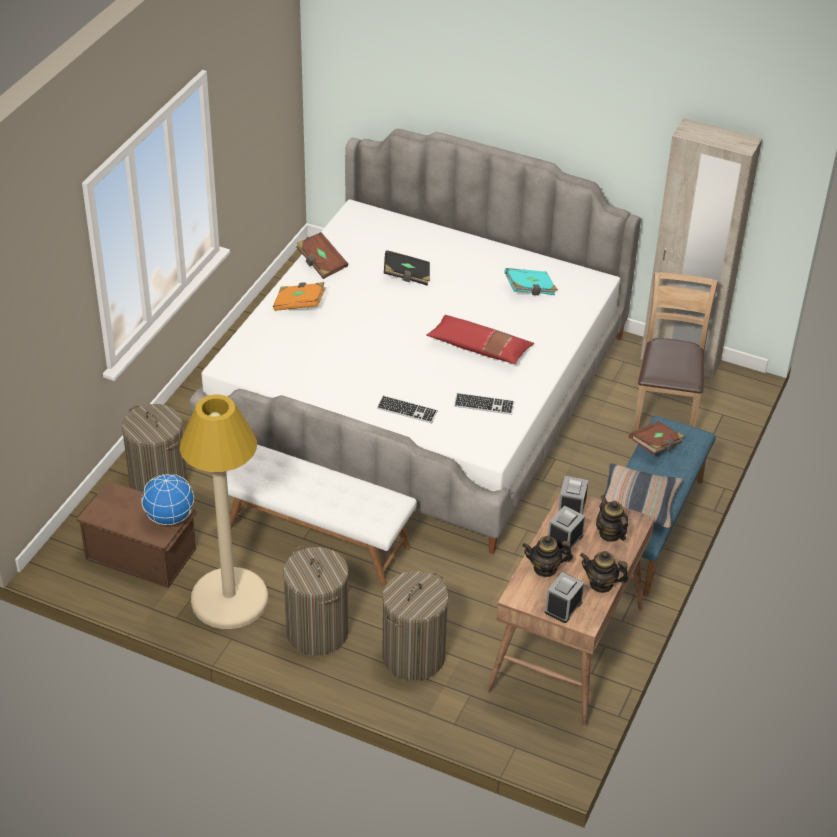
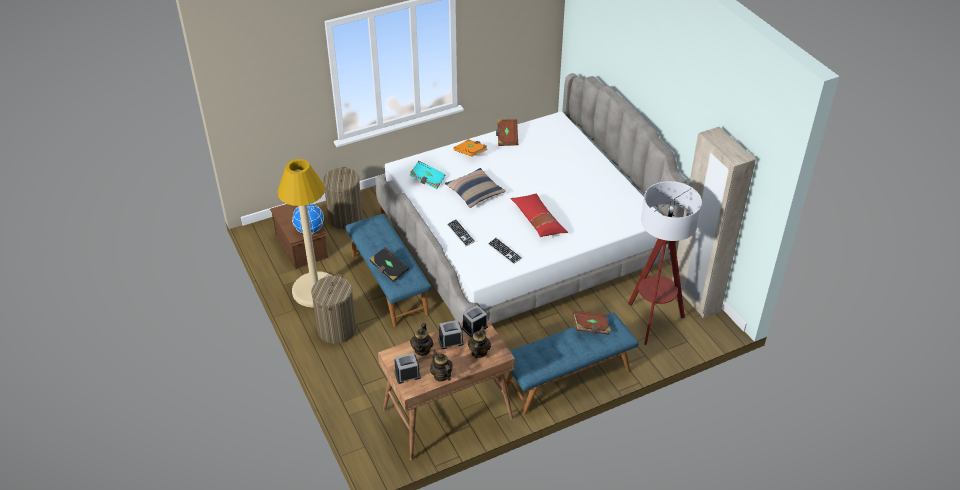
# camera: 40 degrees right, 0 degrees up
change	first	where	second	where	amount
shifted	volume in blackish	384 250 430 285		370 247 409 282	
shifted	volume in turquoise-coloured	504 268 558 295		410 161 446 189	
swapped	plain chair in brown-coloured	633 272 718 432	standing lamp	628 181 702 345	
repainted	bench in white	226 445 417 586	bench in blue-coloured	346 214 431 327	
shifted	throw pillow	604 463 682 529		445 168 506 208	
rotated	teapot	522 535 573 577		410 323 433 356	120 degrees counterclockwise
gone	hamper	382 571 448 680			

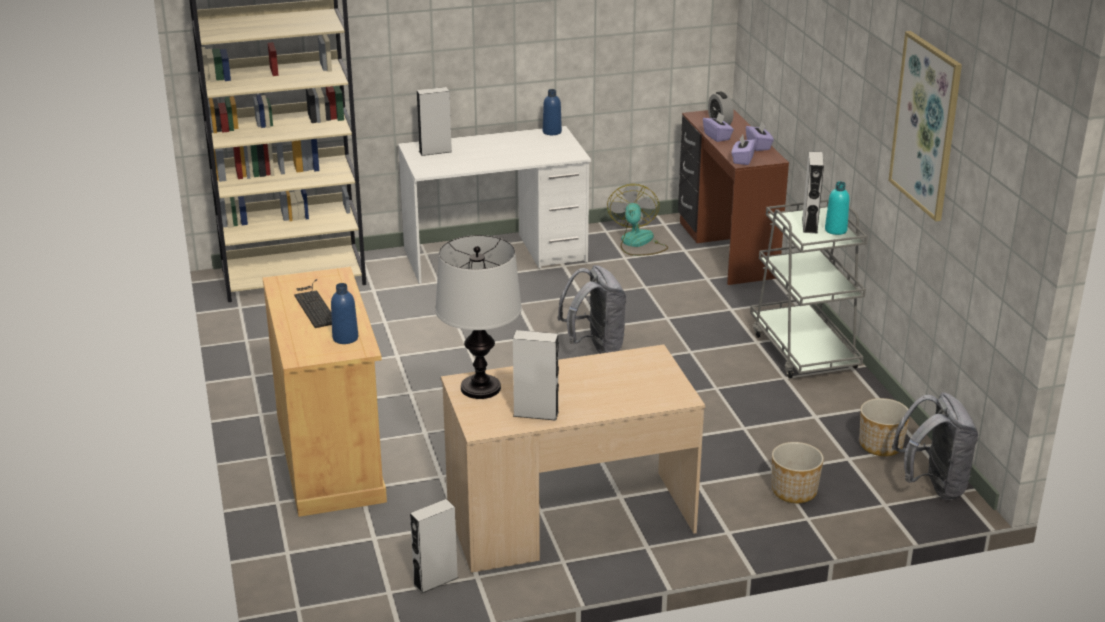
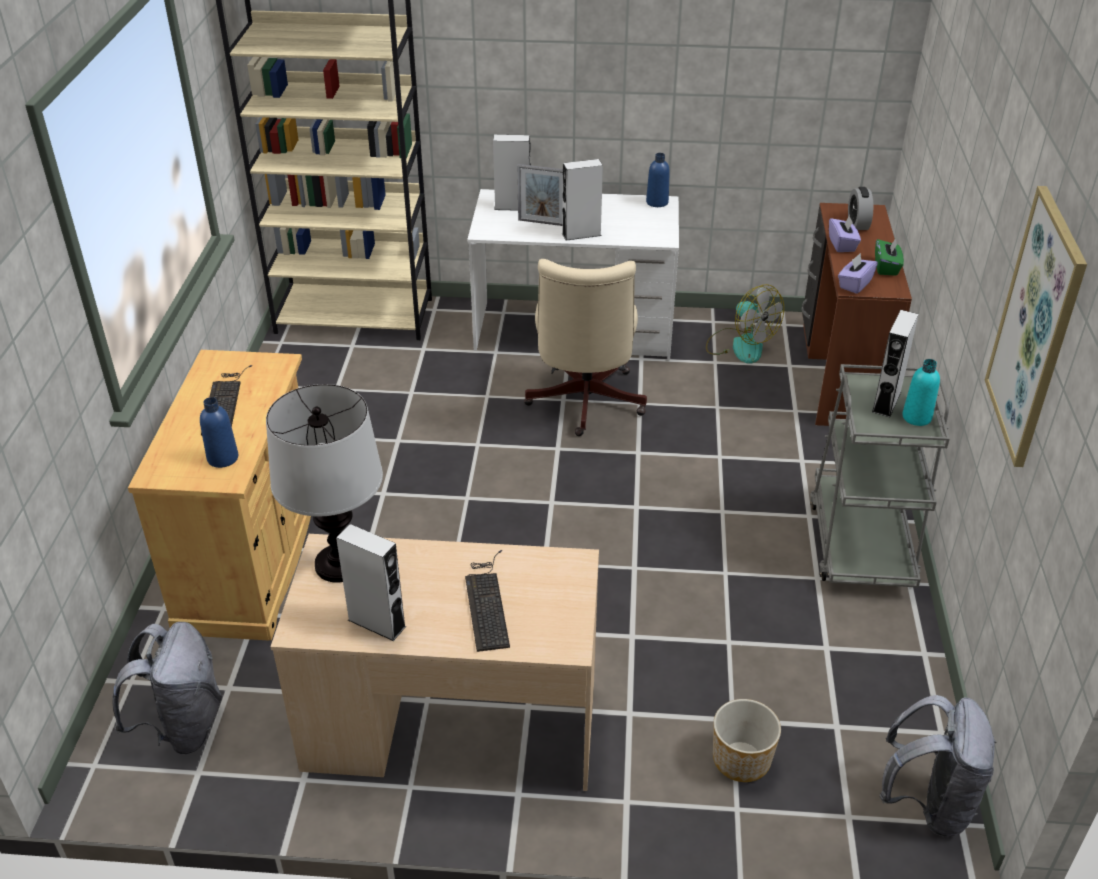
# camera: 20 degrees right, 10 degrees up
change	first	where	second	where	amount
repainted	tissue box in purple-coloured	746 122 774 151	tissue box in green-coloured	875 238 904 276	
rotated	electric fan	607 184 668 256		706 284 784 364	120 degrees clockwise
shifted	backpack in gray	557 265 627 354		113 622 222 755	
gone	flower pot	859 398 910 456			
shifted	audio speaker in gray	410 499 458 594		562 159 603 241	
new			photo frame	517 164 563 226	
new			desk chair in beige-coloured	524 259 647 436	
new			PC keyboard	465 550 510 652	

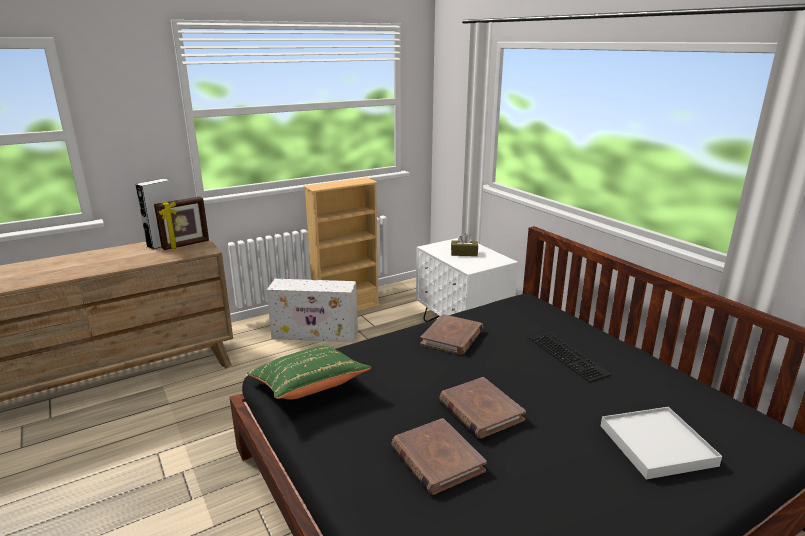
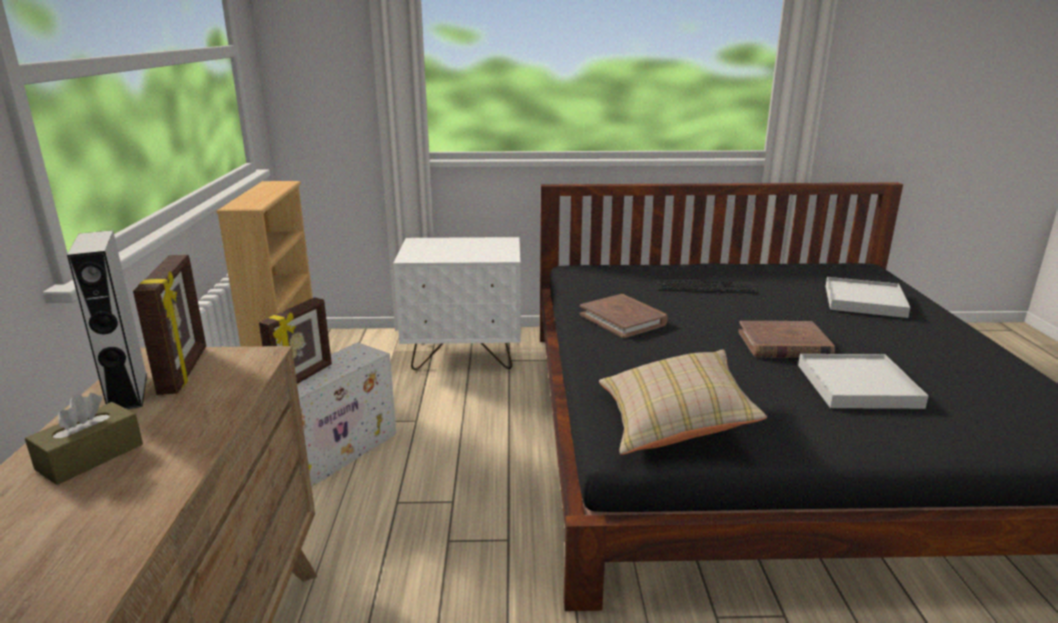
# camera: 60 degrees left, 0 degrees up
change	first	where	second	where	amount
shifted	tissue box in brown-coloured	451 233 478 256		25 393 143 485	
repainted	throw pillow in green-coloured	247 346 371 400	throw pillow in beige-coloured	599 349 767 455	
swapped	volume in brown-coloured	392 418 487 495	carrying tray in white	798 354 928 409	
new			photo frame	259 297 332 384	

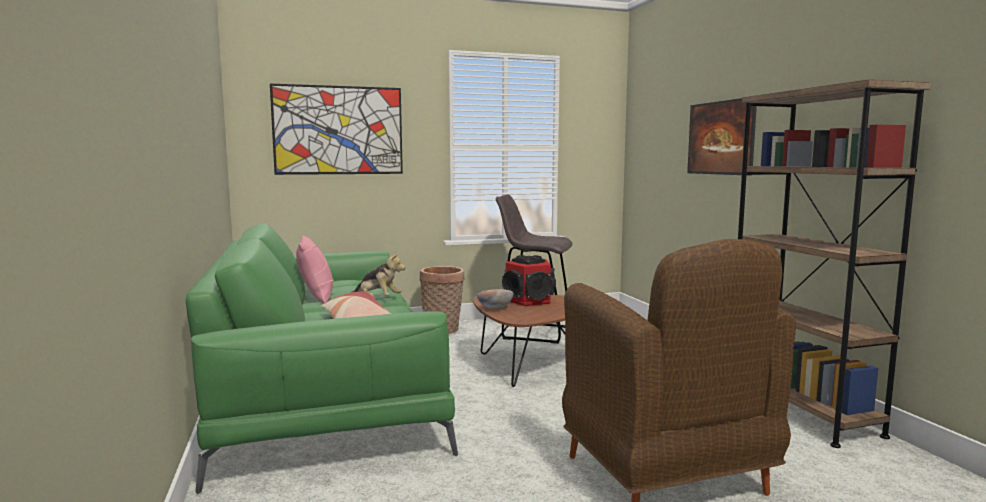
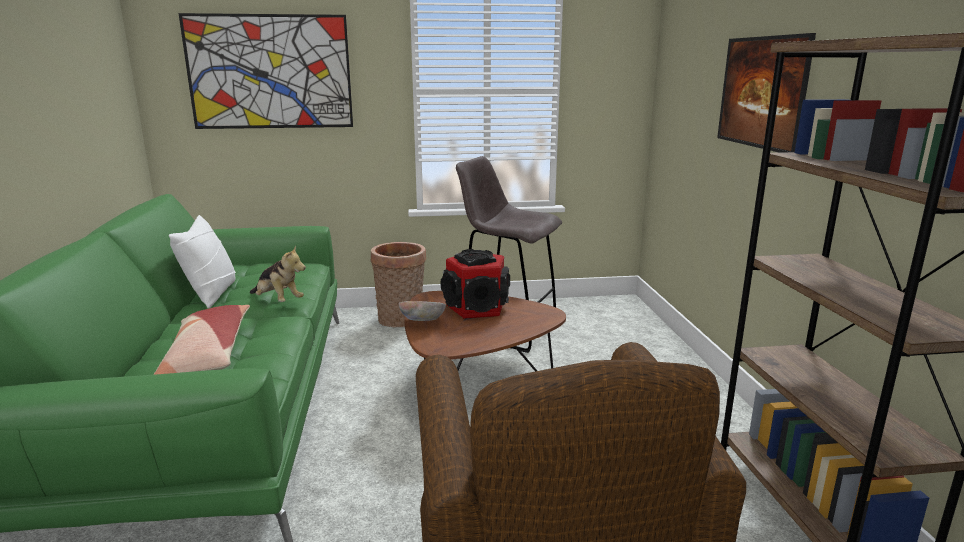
# camera: 10 degrees right, 10 degrees up
change	first	where	second	where	amount
repainted	throw pillow in pink	296 235 334 304	throw pillow in white	169 215 236 308	

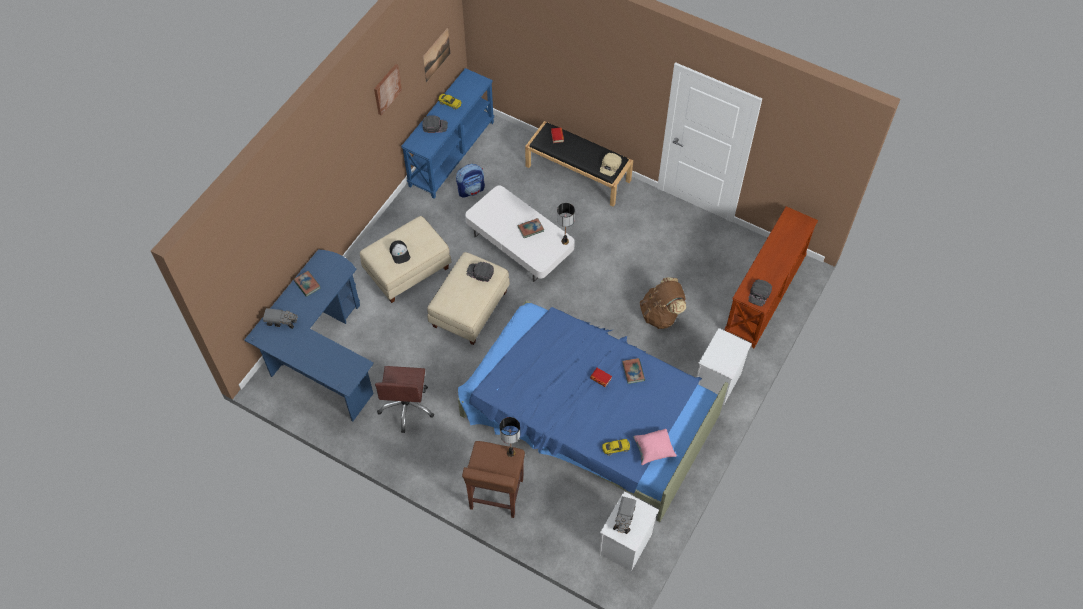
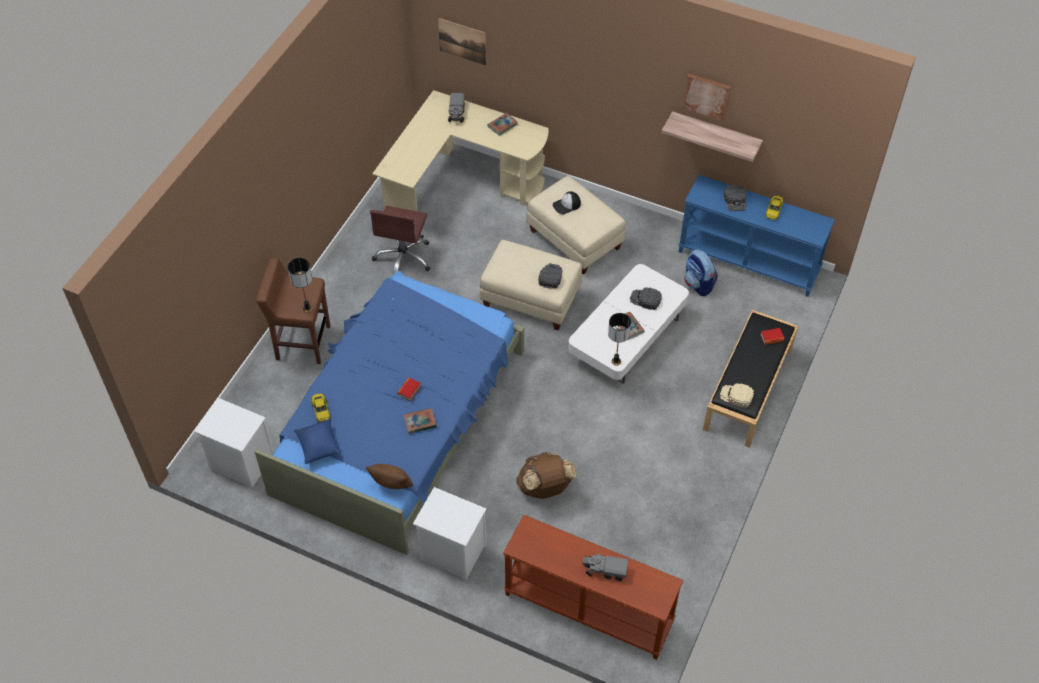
# camera: 85 degrees right, 5 degrees down
change	first	where	second	where	amount
shifted	picture	423 28 450 82		438 18 486 65	
repainted	desk table in blue-coloured	244 250 374 422	desk table in beige-coloured	372 90 548 212	
shifted	baseball cap in blackish	748 279 772 306		630 287 662 310	
rotated	desk chair in brown-coloured	375 366 434 433		370 206 431 274	75 degrees counterclockwise
repainted	throw pillow in pink	633 429 677 465	throw pillow in blue-coloured	294 419 340 464	
shifted	toy truck	613 497 636 534		582 554 628 581	
new			shelf	661 111 763 162	
new			throw pillow in brown-coloured	365 464 413 489	

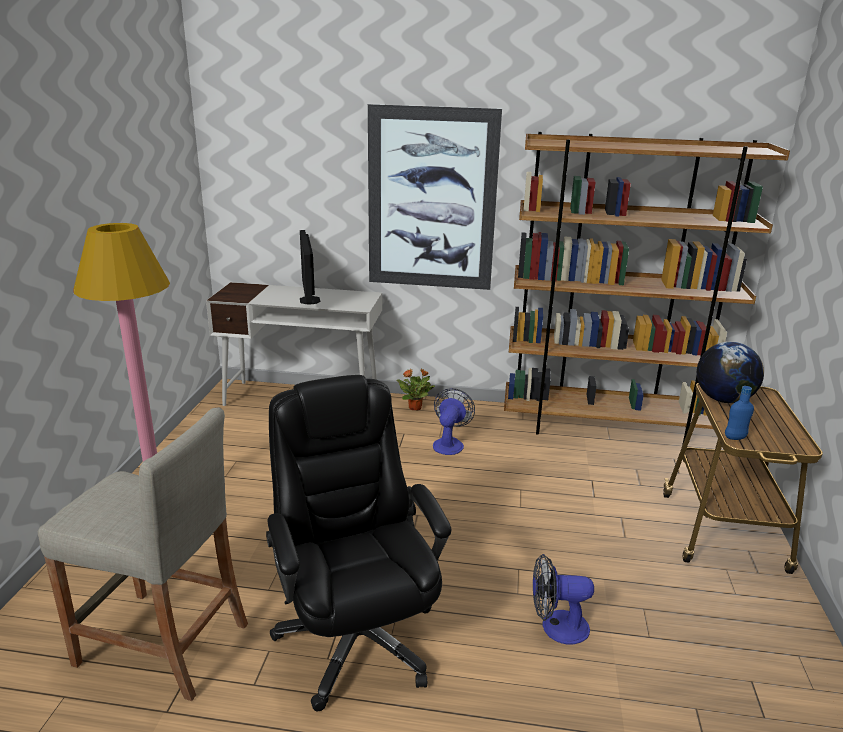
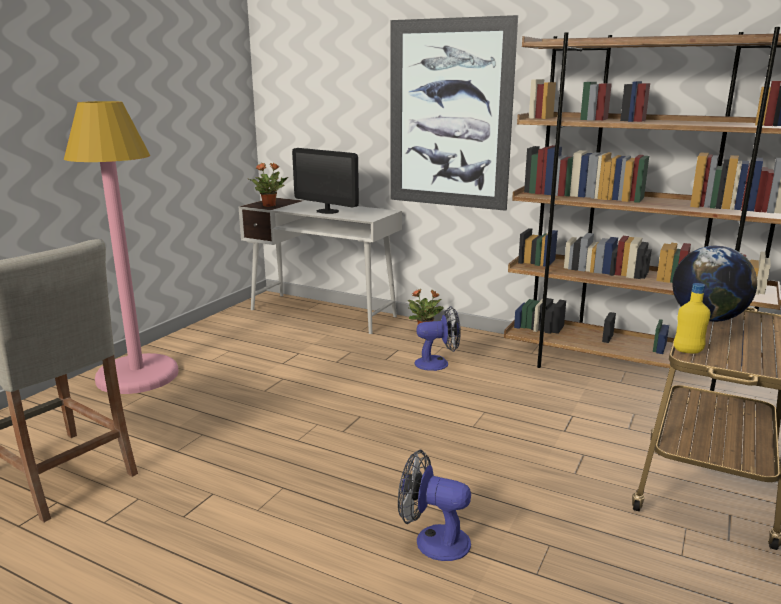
# camera: 20 degrees right, 5 degrees down
change	first	where	second	where	amount
rotated	computer screen	300 230 320 305		292 148 359 214	60 degrees counterclockwise
gone	desk chair in blackish	266 375 452 711			
repainted	bottle in blue-coloured	725 386 754 440	bottle in yellow	674 283 710 353	
rotated	electric fan	433 388 475 455		415 306 461 371	45 degrees clockwise
new			potted plant	249 163 288 207	

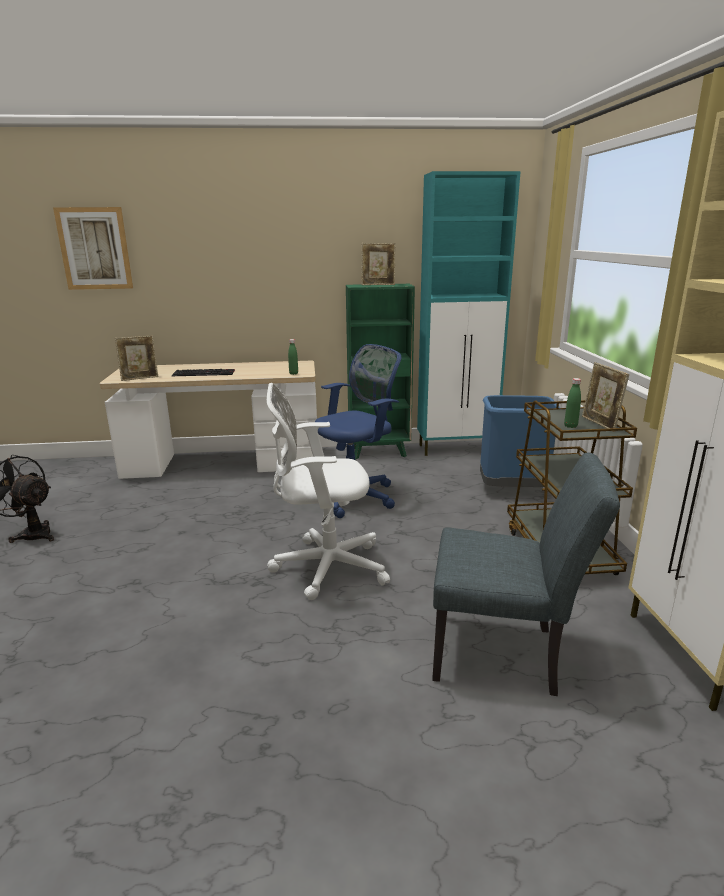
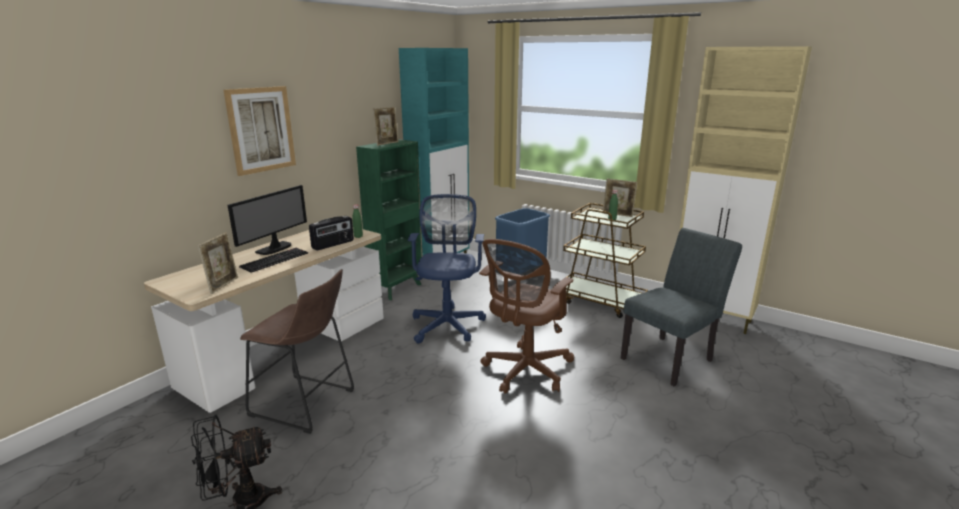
# camera: 50 degrees left, 0 degrees up
change	first	where	second	where	amount
shifted	picture	53 207 133 290		224 86 296 176	
repainted	desk chair in white	267 383 390 600	desk chair in brown-coloured	479 239 574 394	
new			computer screen	228 185 307 255	
new			radio set	309 216 354 250	
new			stool seat in brown-coloured	240 269 354 434	

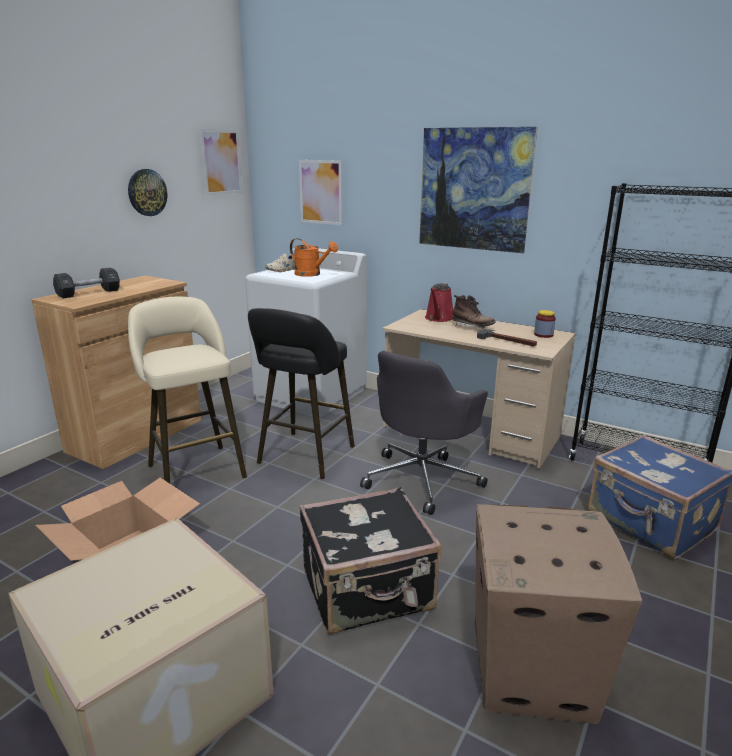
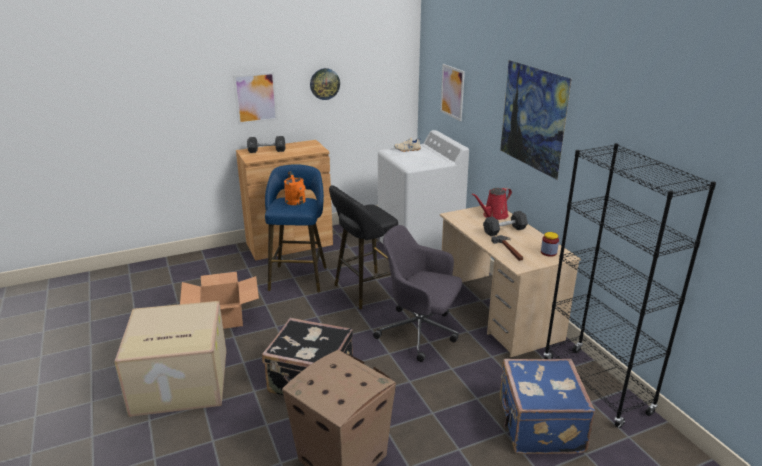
# camera: 35 degrees right, 5 degrees up
change	first	where	second	where	amount
shifted	picture	200 129 242 195		233 72 278 125	
shifted	sprinkling can in orangey	290 238 338 277		284 171 306 205	
swapped	tall boot in brown-coloured	452 295 496 329	dumbbell in blackish	483 211 528 236	
repainted	stool seat in beige-coloured	128 297 247 483	stool seat in blue-coloured	265 164 327 292	
rotated	desk chair in gray	360 351 488 515		373 225 462 362	45 degrees clockwise

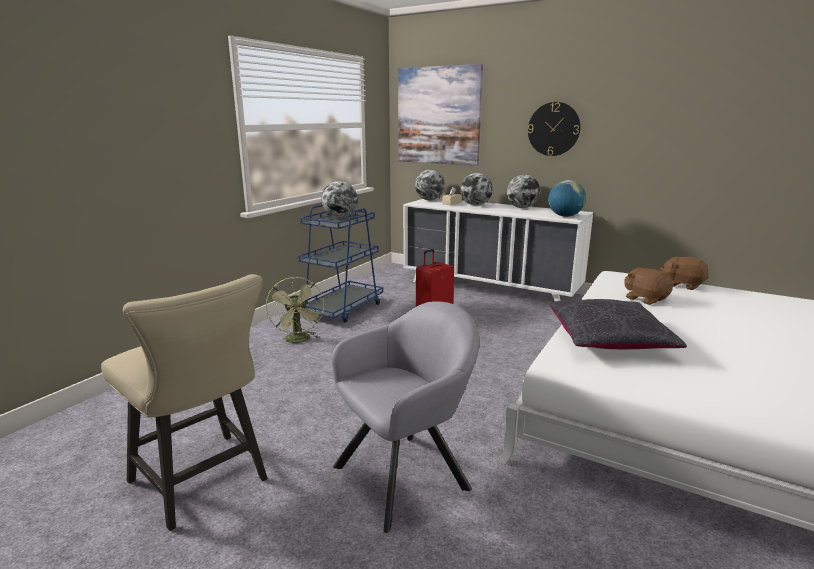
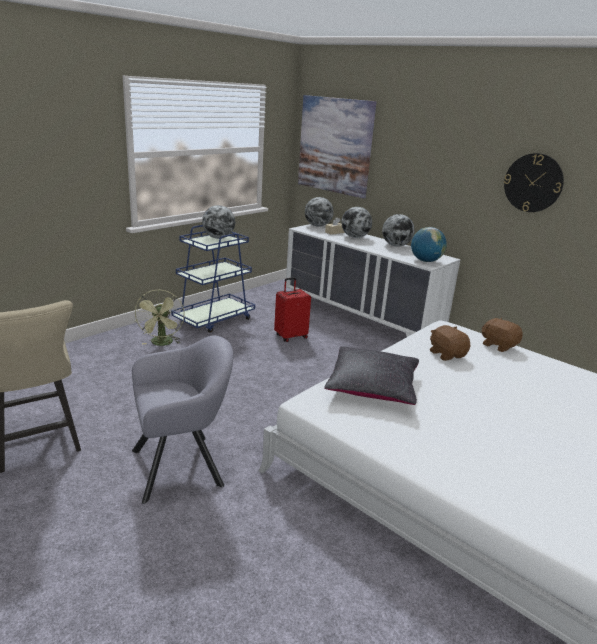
# camera: 10 degrees right, 5 degrees up
change	first	where	second	where	amount
shifted	hanging clock	528 102 581 156		504 153 564 212	

